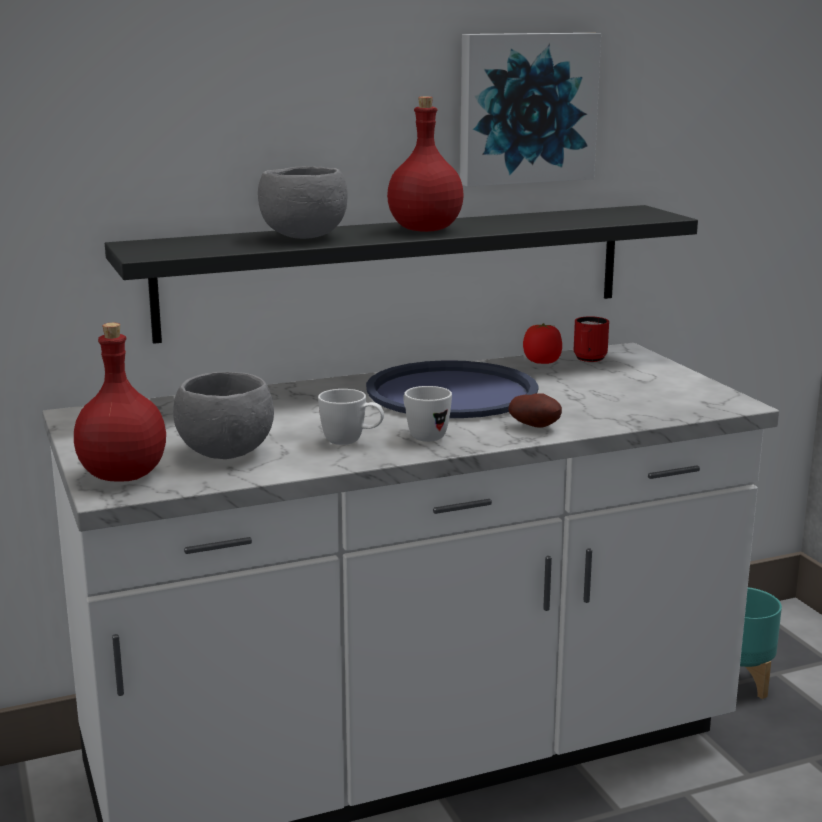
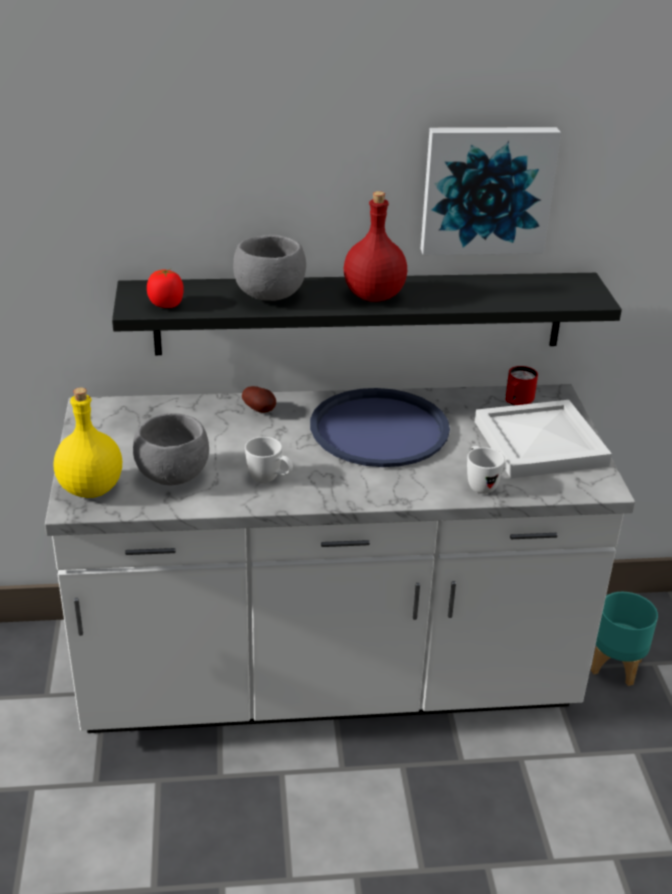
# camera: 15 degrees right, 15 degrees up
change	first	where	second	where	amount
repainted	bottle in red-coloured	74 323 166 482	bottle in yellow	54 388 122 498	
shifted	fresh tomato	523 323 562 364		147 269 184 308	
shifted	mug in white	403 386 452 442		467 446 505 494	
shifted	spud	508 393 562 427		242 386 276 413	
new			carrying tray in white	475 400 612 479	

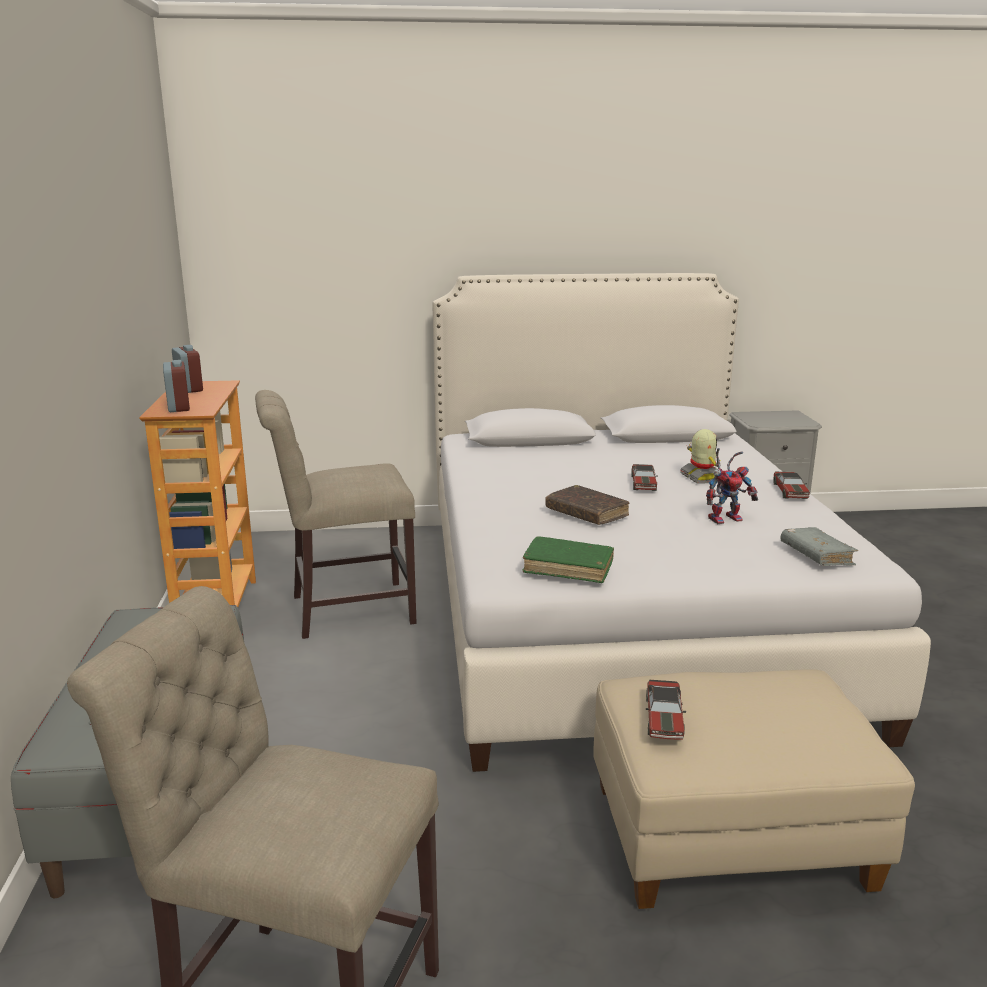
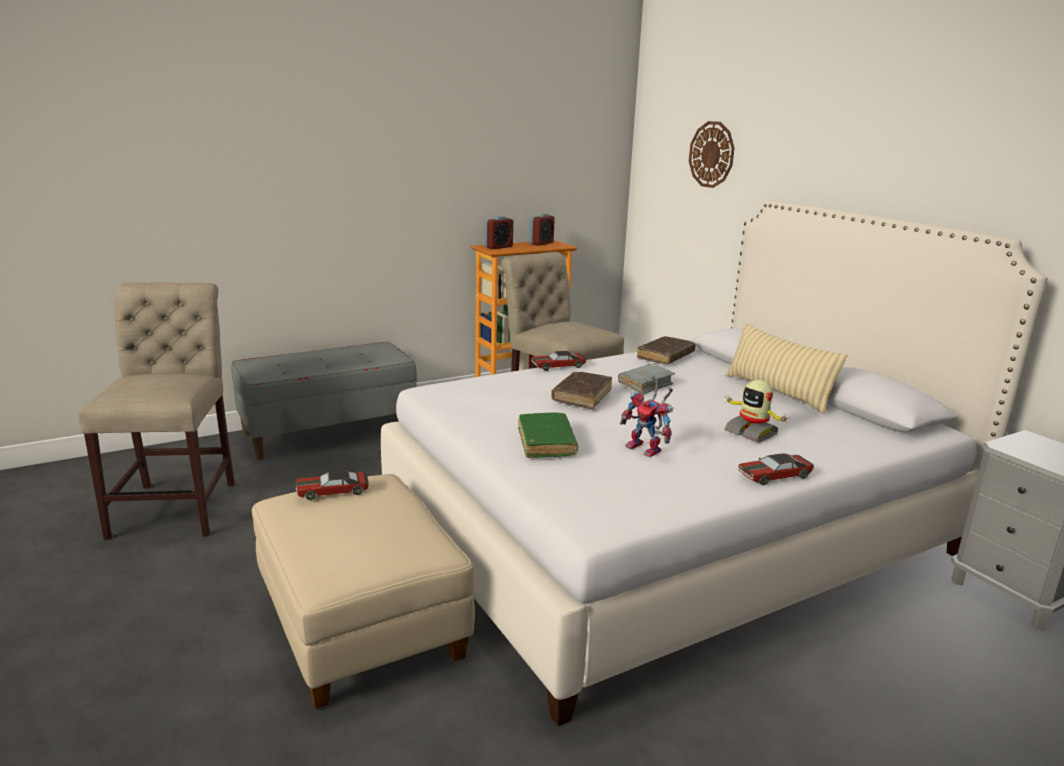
# camera: 65 degrees right, 0 degrees up
change	first	where	second	where	amount
rotated	toy robot	681 429 721 484		724 380 788 442	90 degrees clockwise
shifted	miniature car	631 464 658 491		531 351 586 371	
shifted	volume in gray	780 527 858 566		618 364 675 395	
shifted	volume in green-coloured	522 536 614 583		518 412 578 458	
new			hanging clock	689 121 734 188	
new			throw pillow in beige-coloured	725 323 847 414	
new			volume in brown-coloured	637 336 696 364	

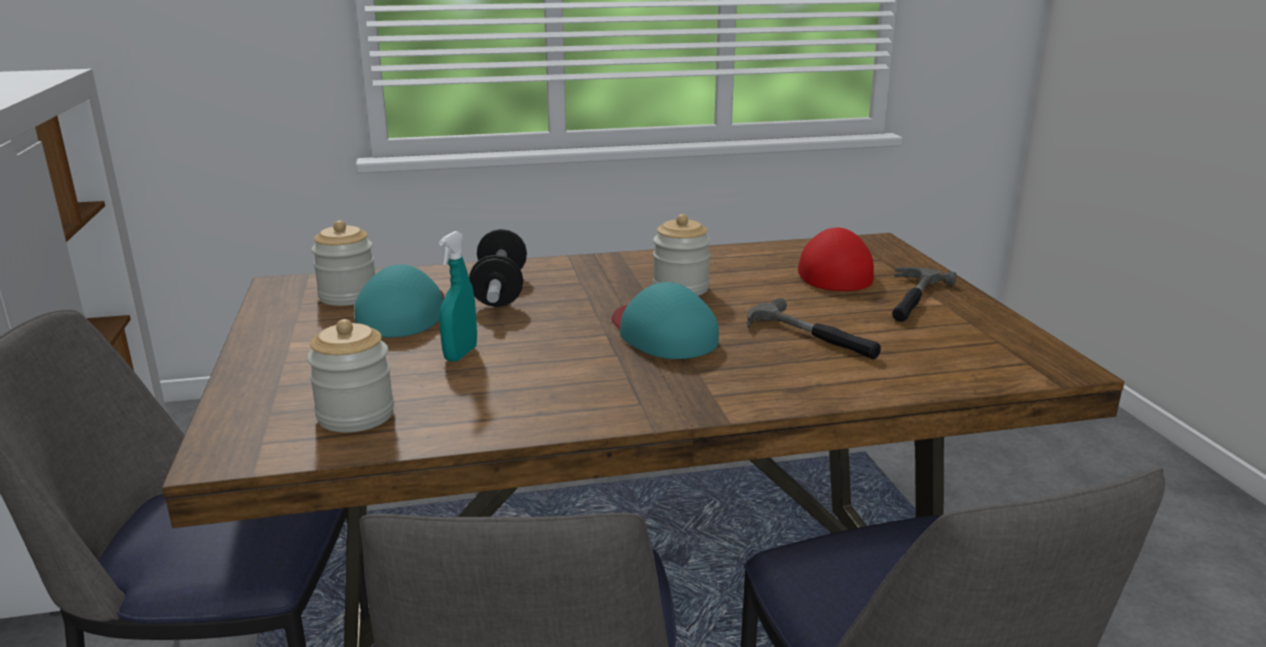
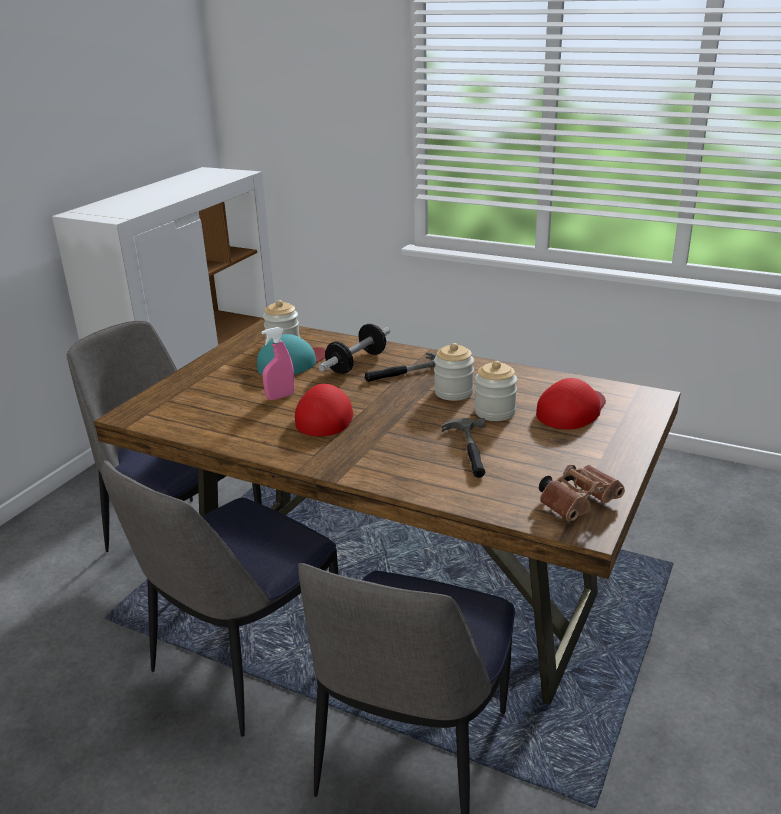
# camera: 40 degrees right, 5 degrees up
change	first	where	second	where	amount
repainted	hand sprayer in turquoise-coloured	439 231 477 362	hand sprayer in pink	262 327 294 400	
shifted	hammer	892 267 957 322		365 352 437 382	
gone	baseball cap in turquoise-coloured	612 282 719 359			
shifted	preserve jar	307 319 394 432		474 361 517 421	
new			baseball cap in red-coloured	295 384 353 436	
new			field glasses in brown-coloured	539 465 625 522	

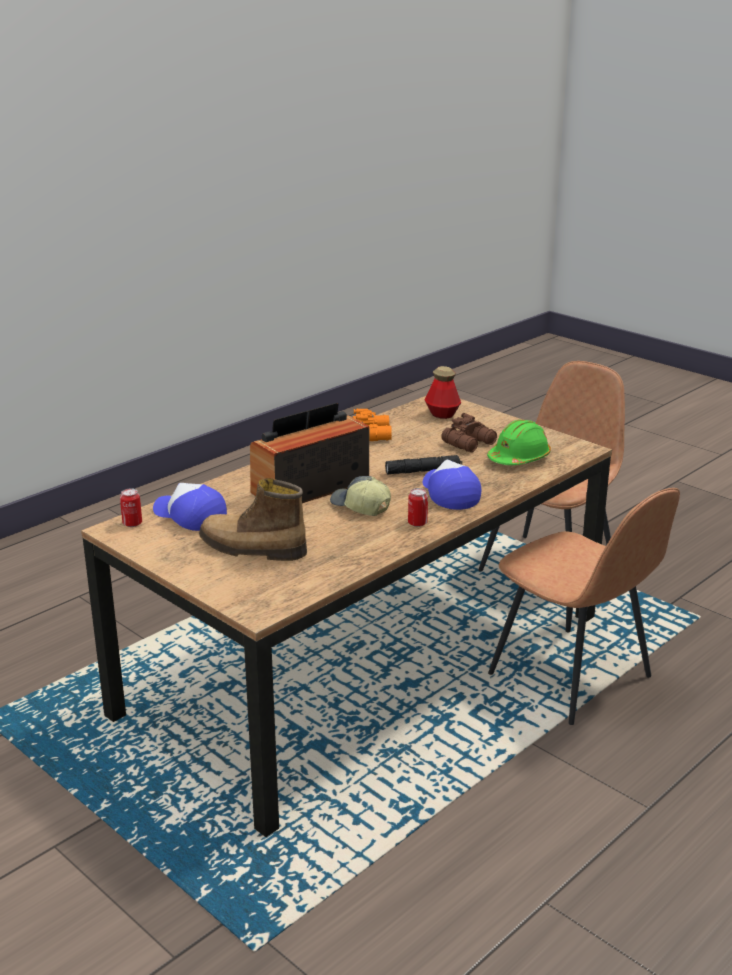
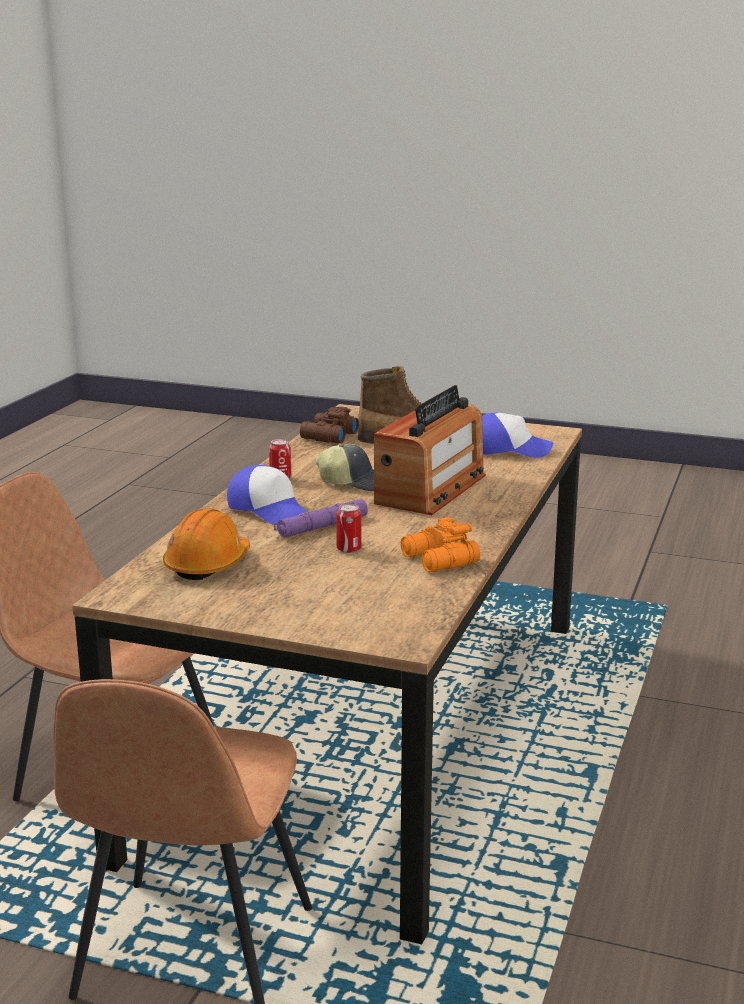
# camera: 155 degrees right, 5 degrees down
change	first	where	second	where	amount
gone	bottle	425 366 461 419			
shifted	field glasses in brown-coloured	441 413 497 452		300 406 359 443	
repainted	work helmet in green-coloured	487 420 551 465	work helmet in orangey	163 508 250 580	
repainted	torch in blackish	385 455 462 475	torch in purple-coloured	274 499 368 538	
shifted	metal can	120 488 142 527		336 504 362 553	

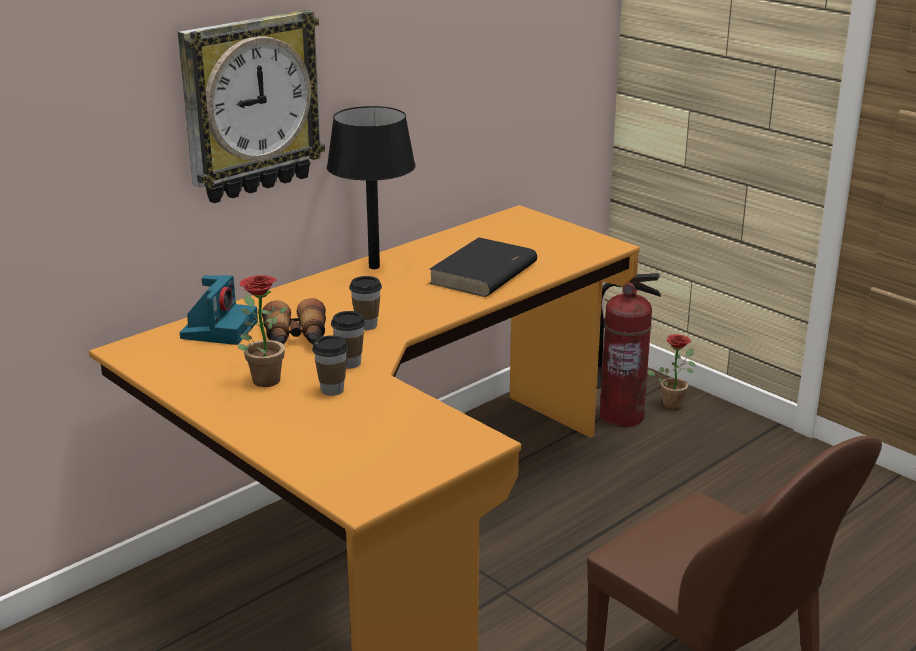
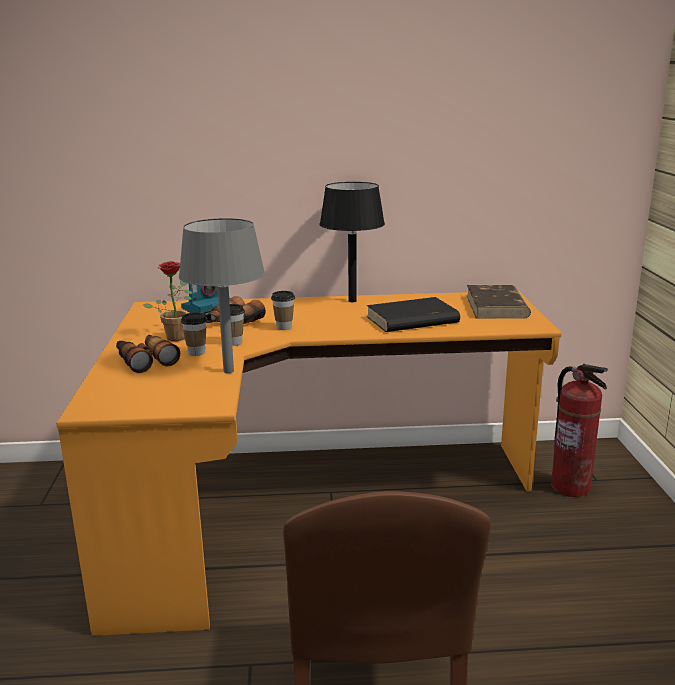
# camera: 40 degrees right, 5 degrees down
change	first	where	second	where	amount
gone	hanging clock	178 10 325 203			
gone	potted plant	647 334 696 410			
new			tabletop lamp in gray	179 218 265 373	
new			volume in brown-coloured	467 285 531 319	
new			field glasses	116 335 180 373	

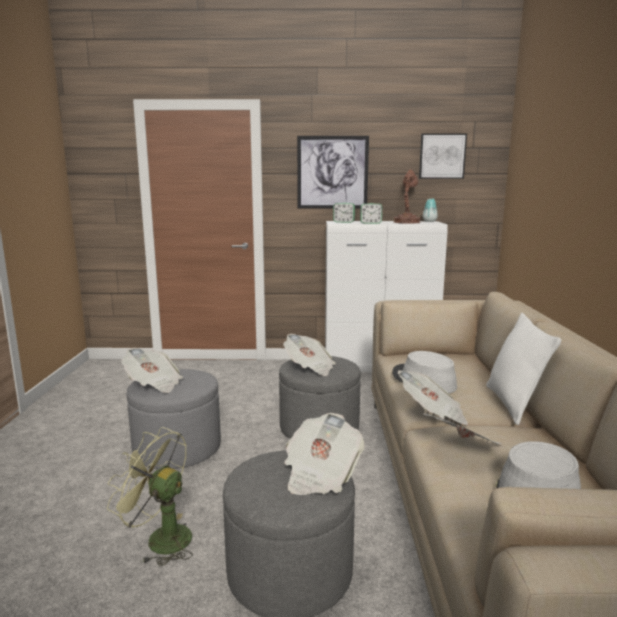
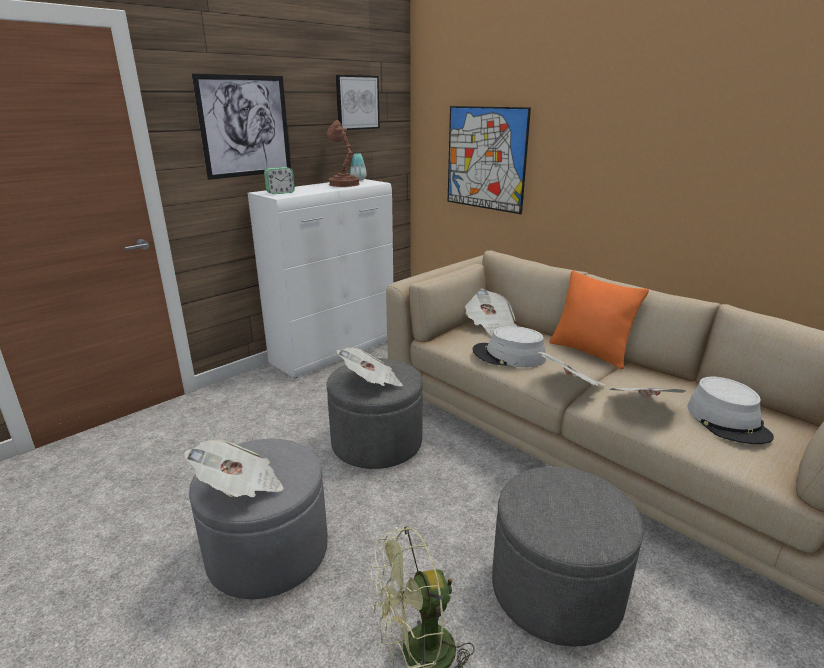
# camera: 45 degrees left, 10 degrees up
change	first	where	second	where	amount
gone	alarm clock	360 203 382 224			
repainted	throw pillow in white	486 313 561 425	throw pillow in orangey	549 270 649 369	
shifted	printed paper	284 413 365 495		465 288 517 336	
new			picture	448 106 531 214	

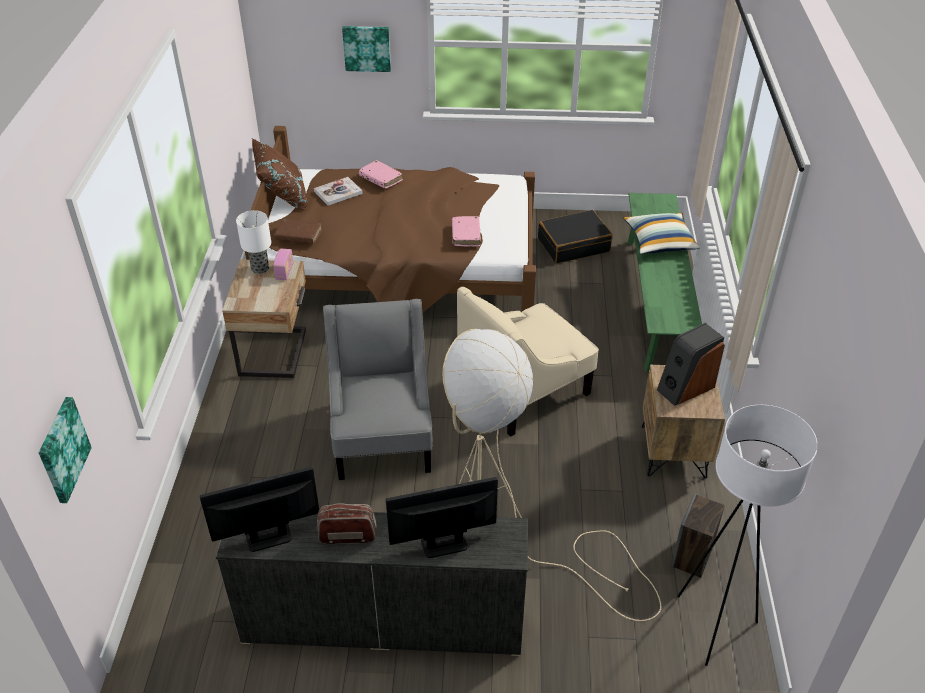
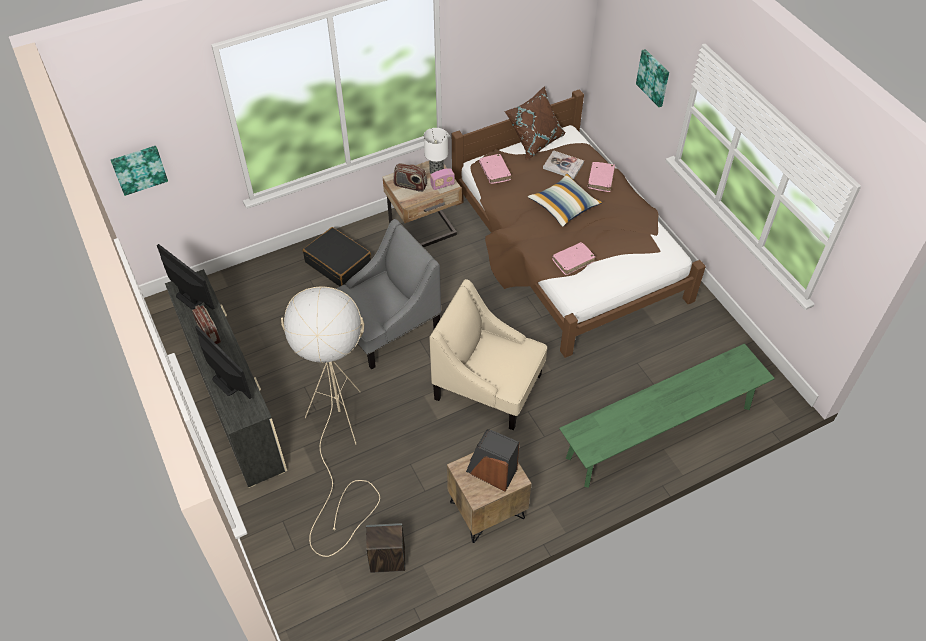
# camera: 60 degrees right, 10 degrees up
change	first	where	second	where	amount
shifted	piece of luggage in blackish	538 210 613 263		303 227 371 286	
shifted	throw pillow	623 212 700 254		528 173 603 227	
repainted	volume in brown-coloured	275 219 322 244	volume in pink	479 154 511 184	
gone	standing lamp in white	678 405 818 666			
new			radio set	393 163 427 192	

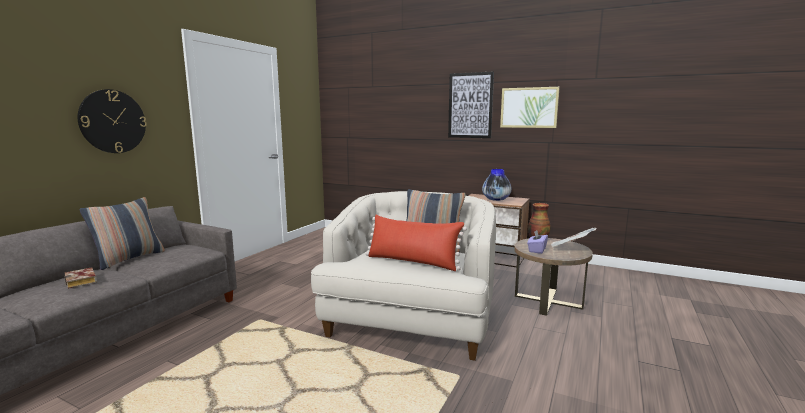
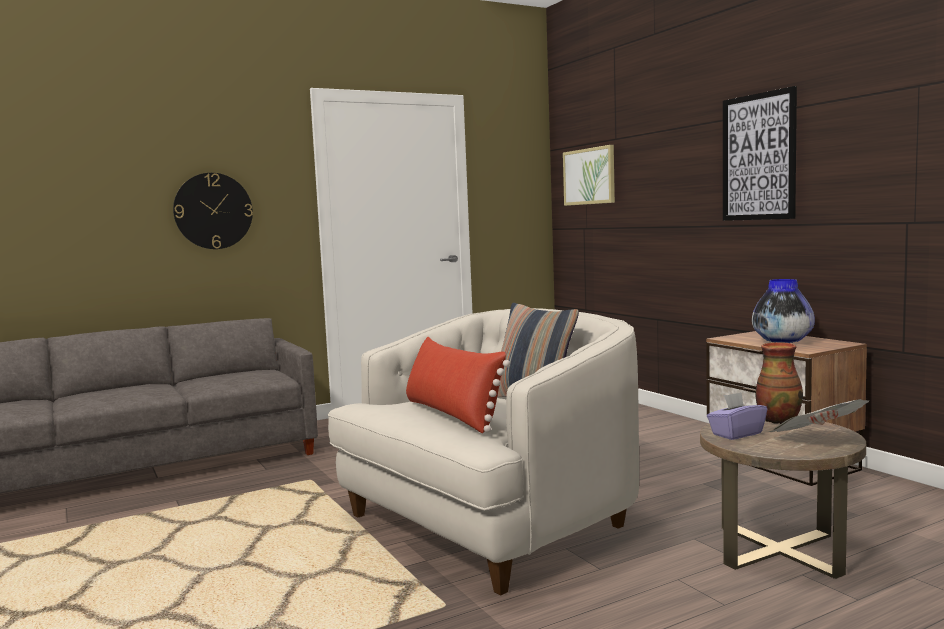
# camera: 35 degrees right, 5 degrees down
change	first	where	second	where	amount
shifted	picture	500 87 560 128		563 145 615 206	
gone	throw pillow	80 197 165 270			
gone	volume	64 267 97 289			

